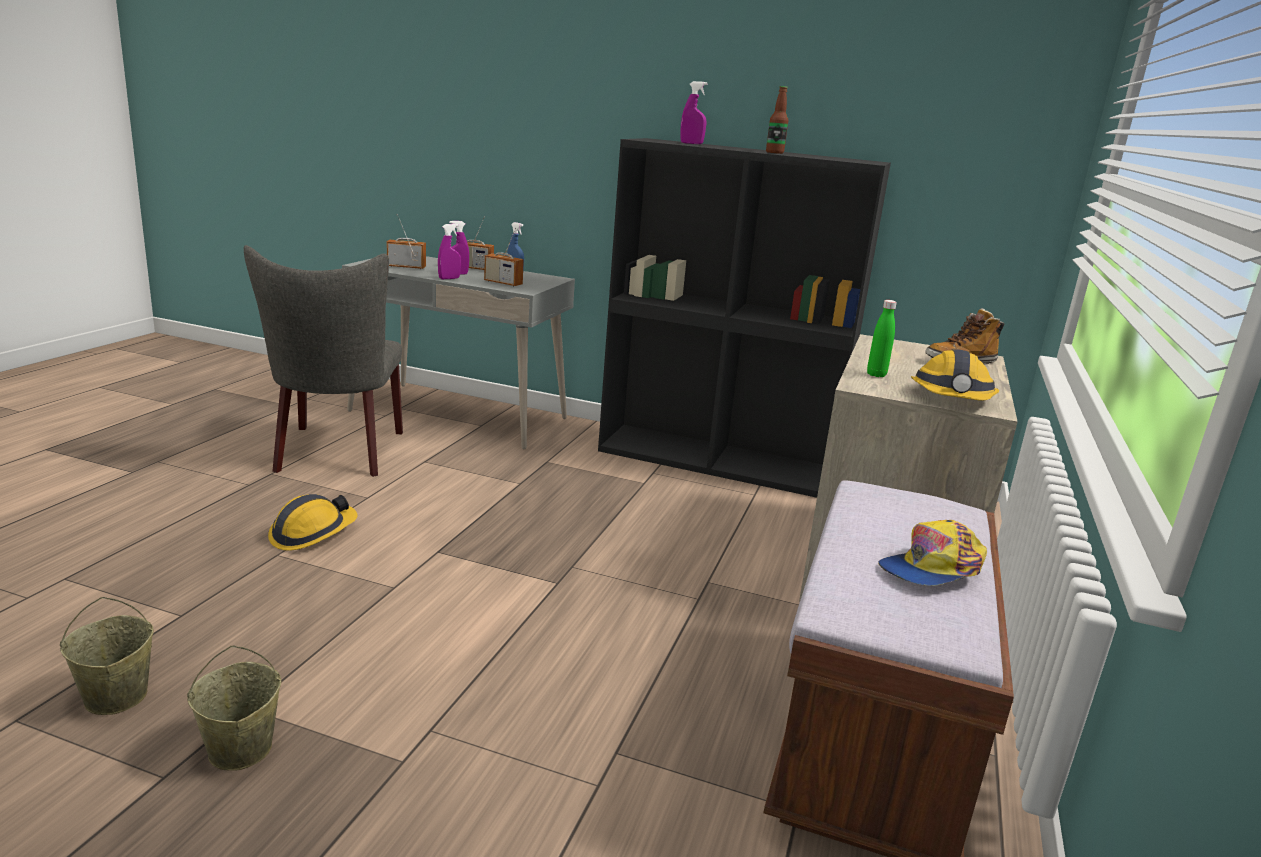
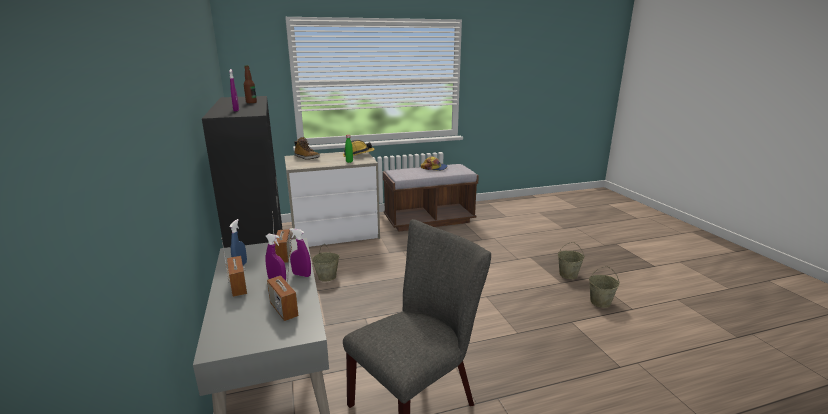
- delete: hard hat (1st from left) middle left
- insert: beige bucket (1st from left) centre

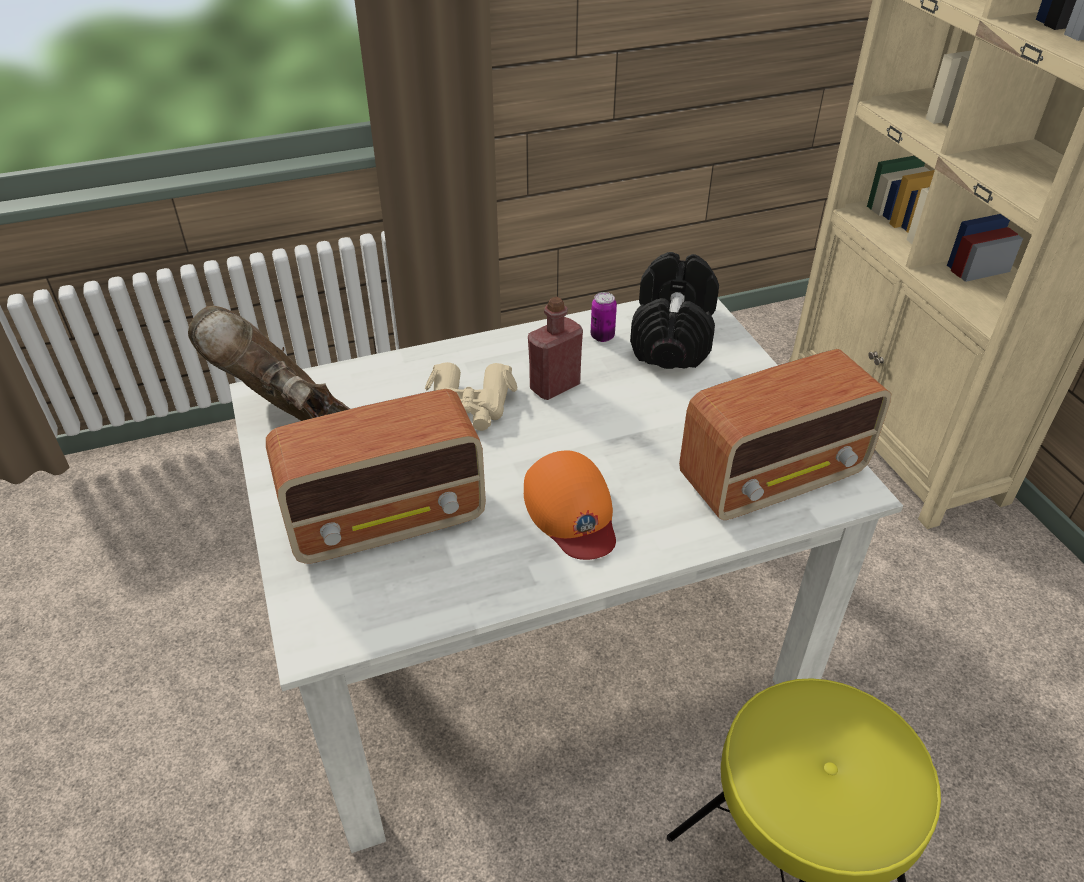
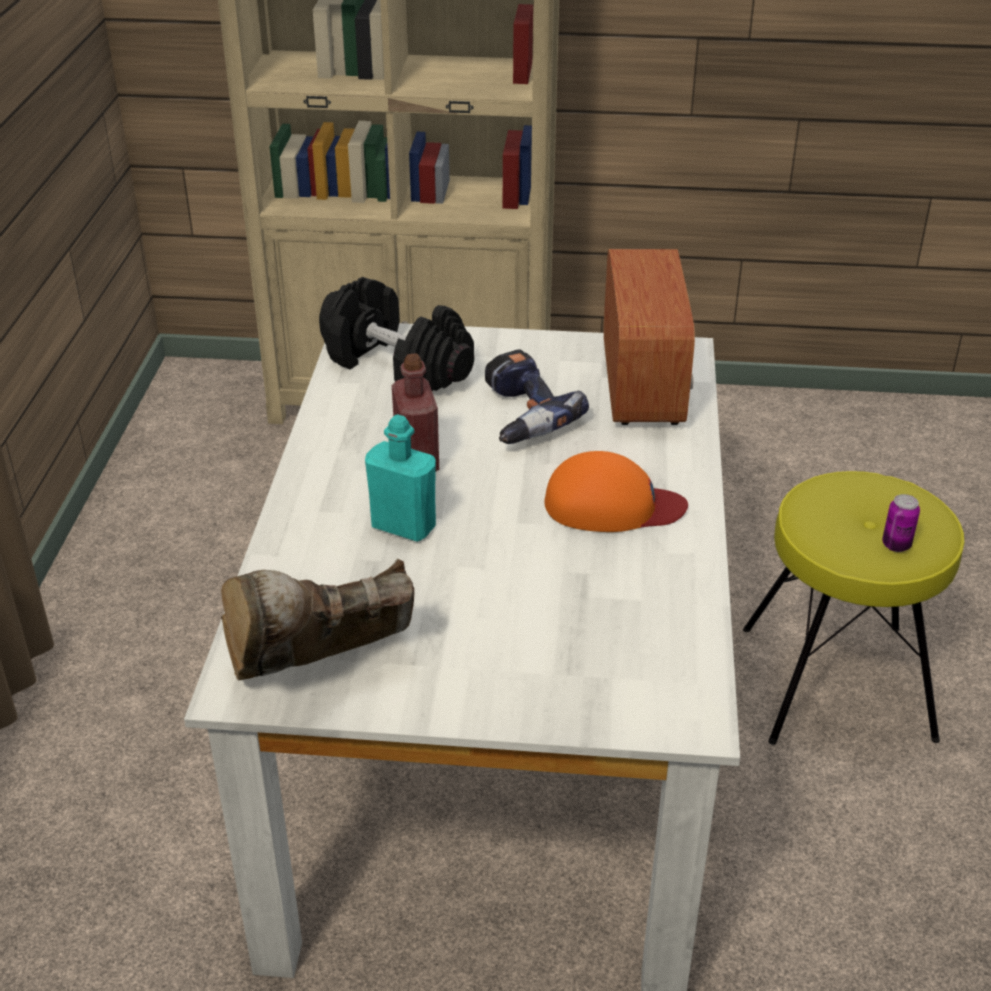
- delete: radio (1st from left) centre
- replace: beige binoculars centre to turquoise bottle centre
- move: can centre to middle right
- insert: power drill centre

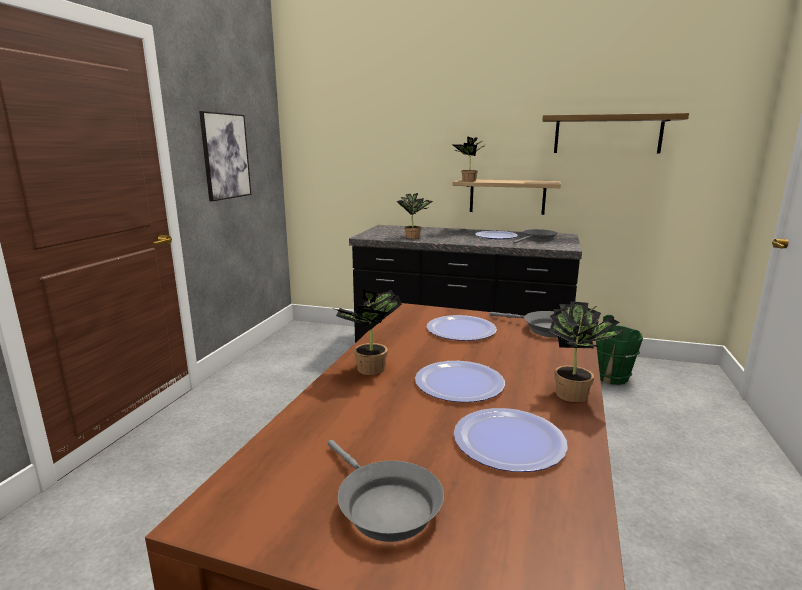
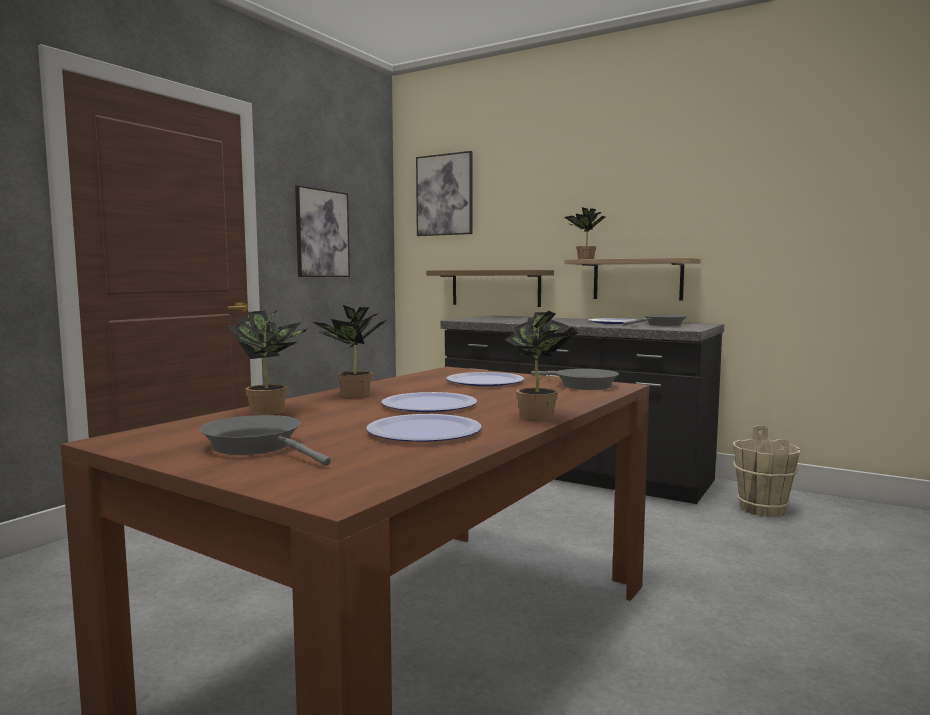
- rotate: grey frying pan (1st from left) bottom centre = middle left 150 degrees clockwise
- move: potted plant (2nd from left in the first image) centre to potted plant (1st from left) middle left
- move: shelf (2nd from left in the first image) top right to shelf (1st from left) centre
- recolor: green bucket middle right to beige bucket middle right
- insert: picture (2nd from left) top centre

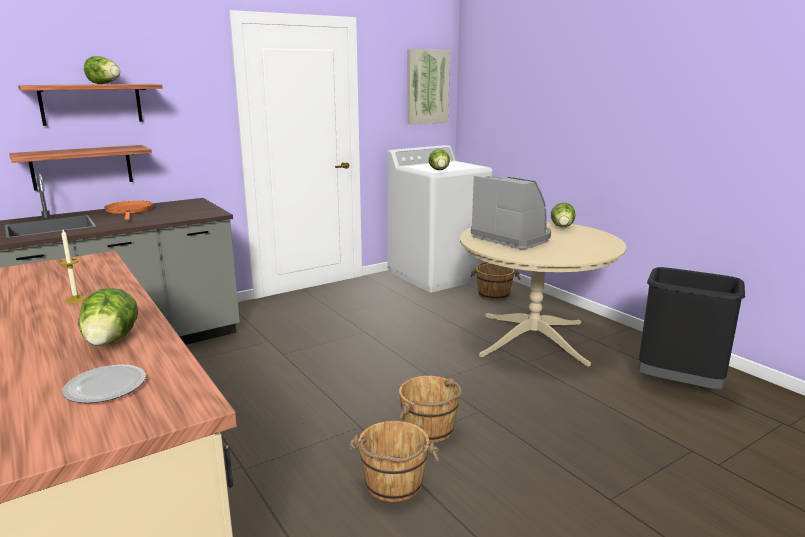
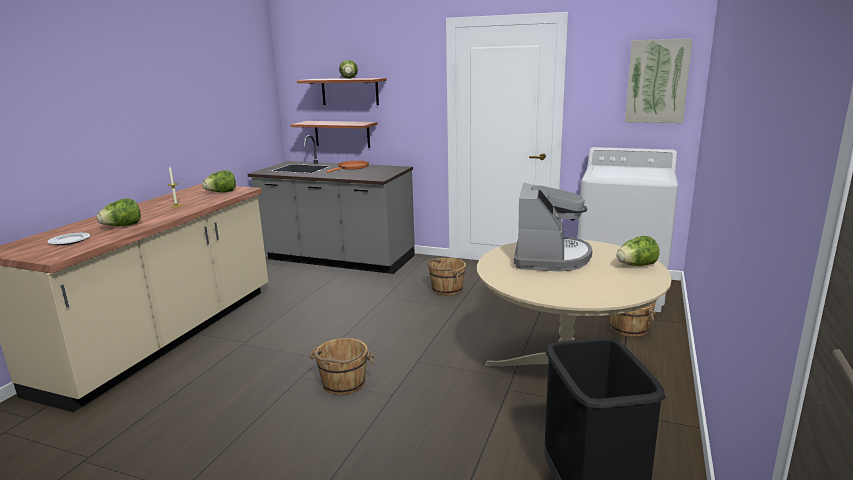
- move: brown bucket (1st from left in the first image) bottom centre to brown bucket (2nd from left) centre
- move: lettuce (3rd from left in the first image) top centre to lettuce (2nd from left) middle left

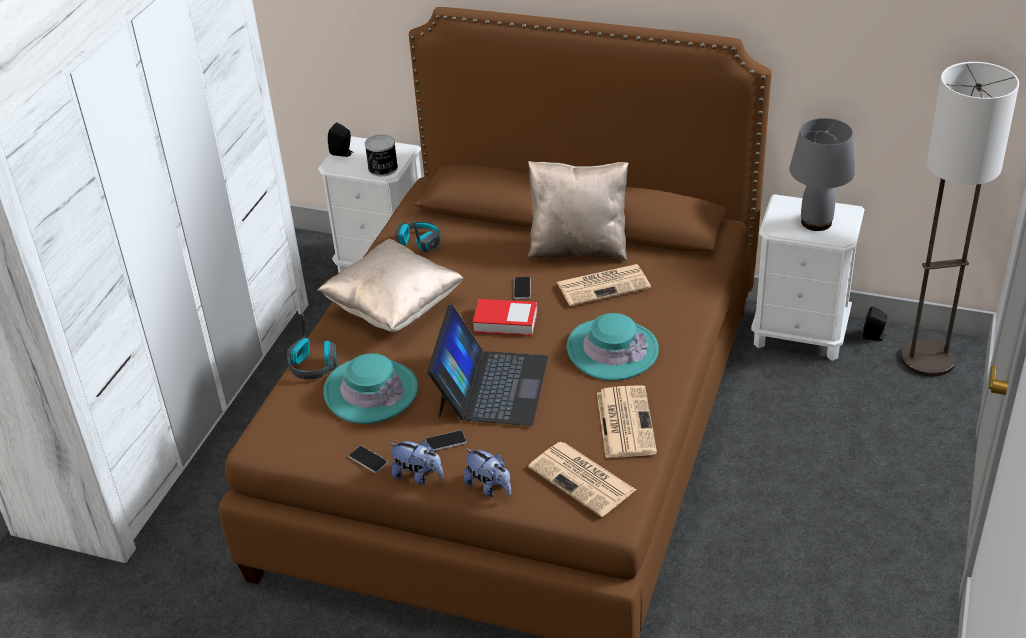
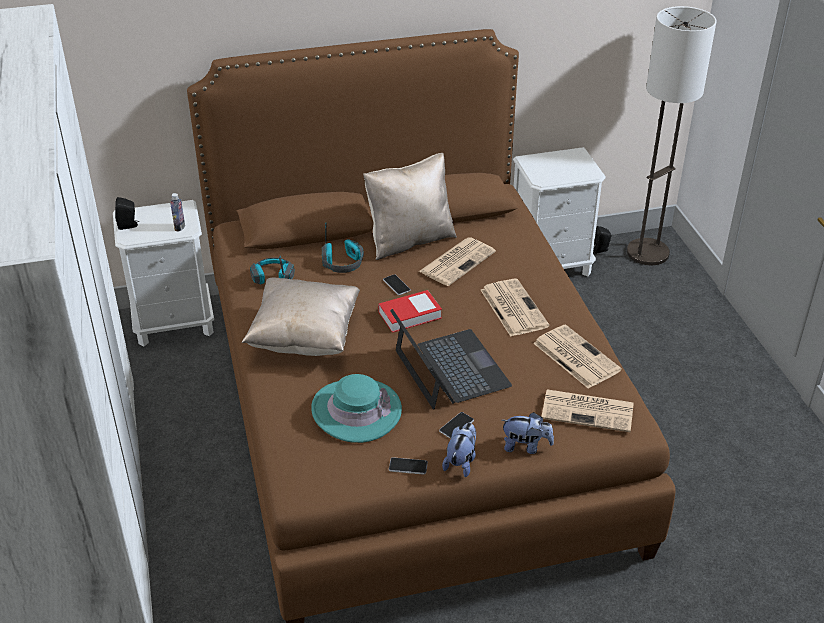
- move: headphones (1st from left in the first image) middle left to headphones (2nd from left) centre
- replace: can top centre to bottle middle left
- rotate: plush toy (1st from left) bottom centre = bottom centre 60 degrees counterclockwise
- replace: turquoise hat (2nd from left) centre to newspaper (2nd from left) centre
- delete: grey table lamp top right

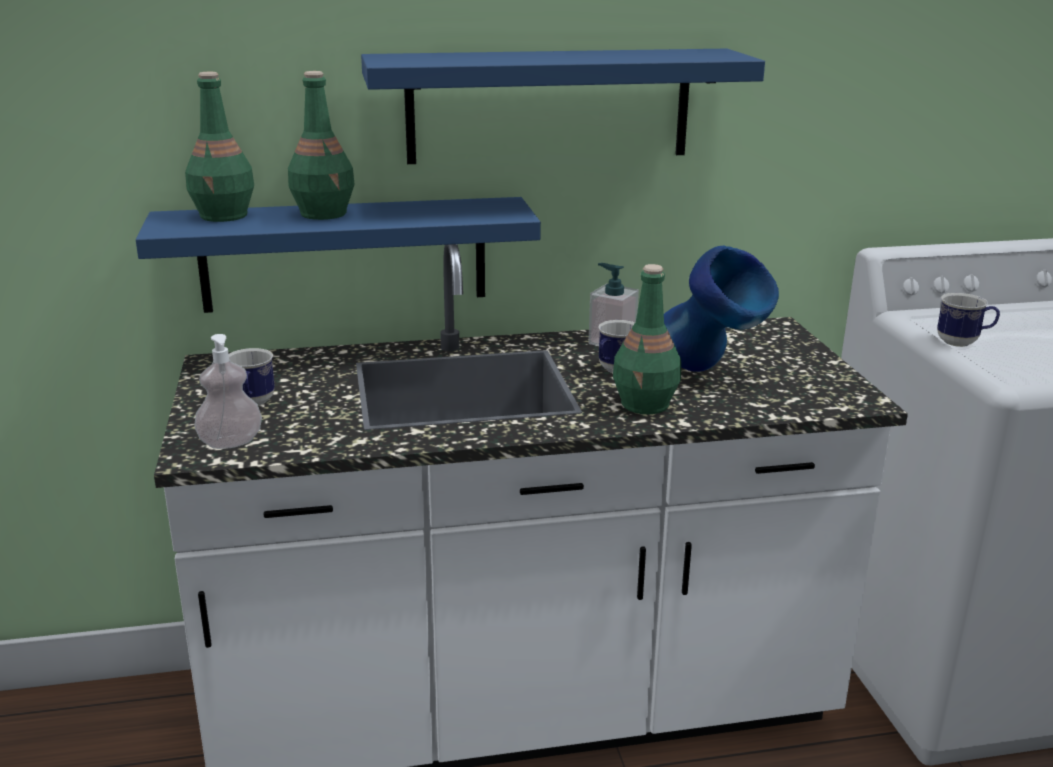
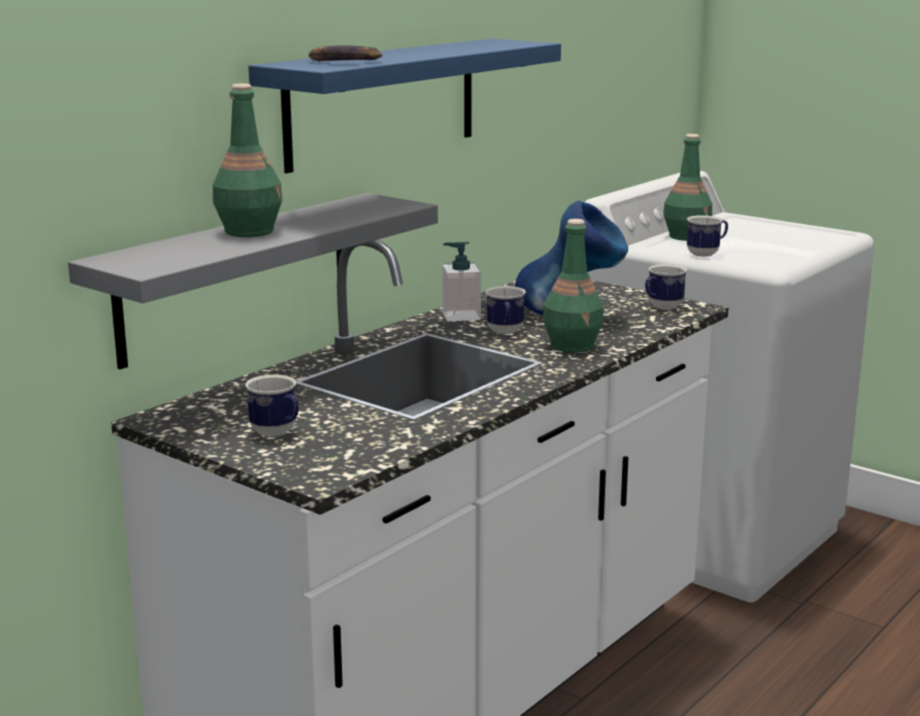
- recolor: blue shelf (1st from left) top left to grey shelf middle left
- move: green bottle (1st from left in the first image) top left to green bottle (3rd from left) top right
- delete: soap dispenser (1st from left) middle left
- insert: banana top centre
- insert: mug (3rd from left) middle right

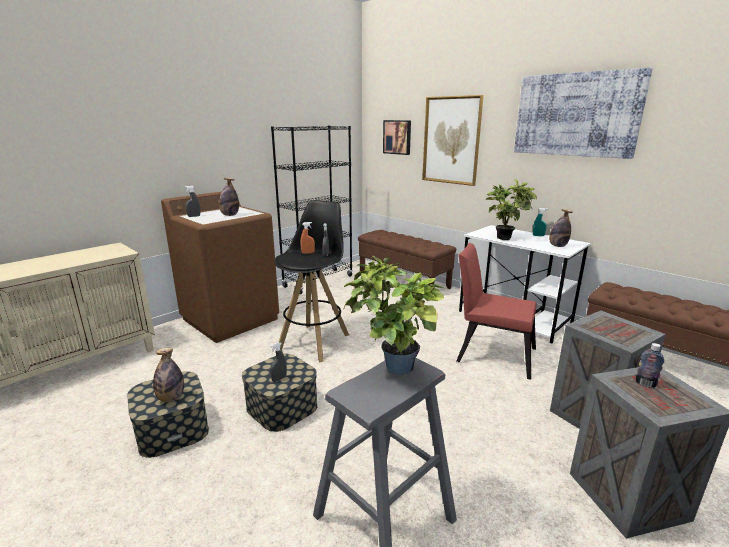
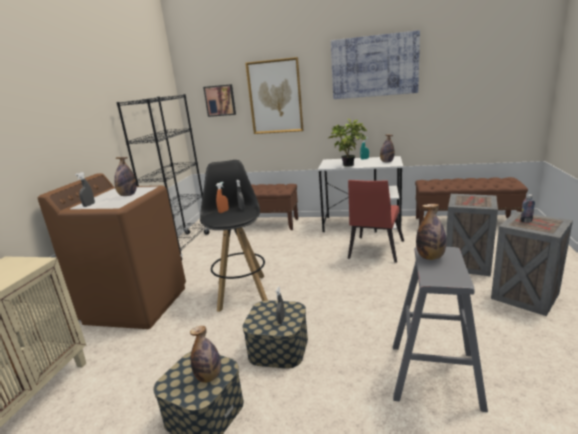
- replace: potted plant (1st from left) centre to bottle (4th from left) middle right
- rotate: red chair middle right = centre 60 degrees counterclockwise

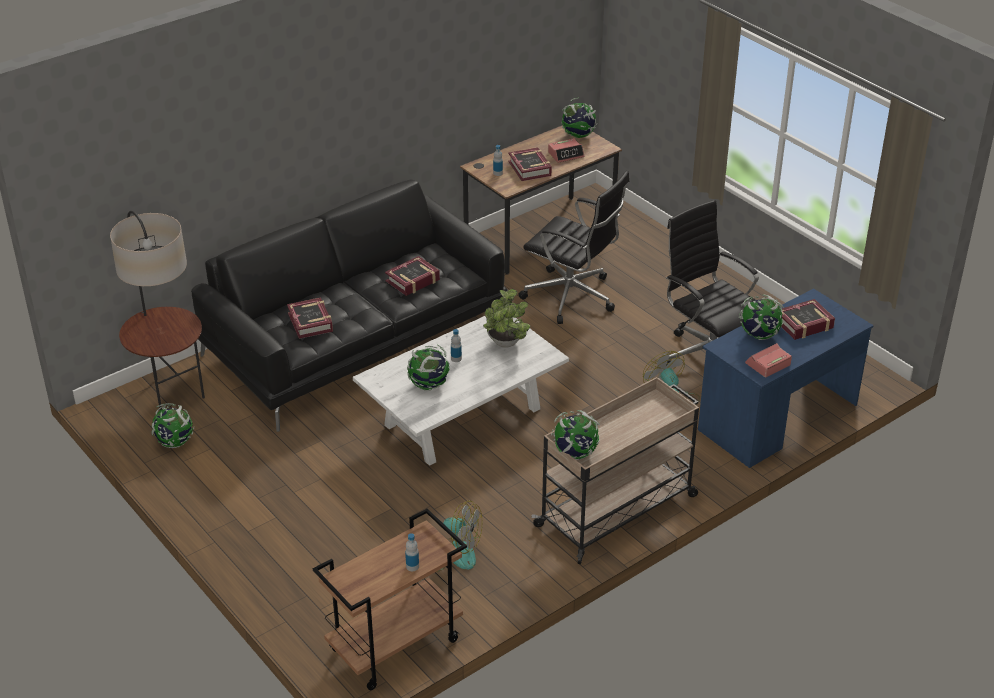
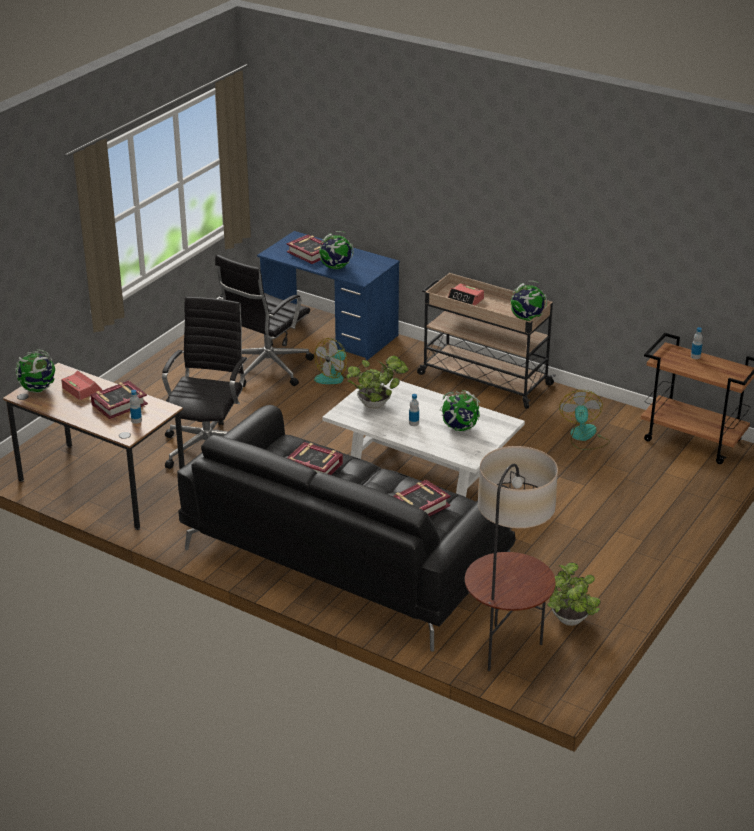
- replace: globe (1st from left) middle left to potted plant (2nd from left) bottom right
- move: alarm clock (2nd from left) middle right to centre

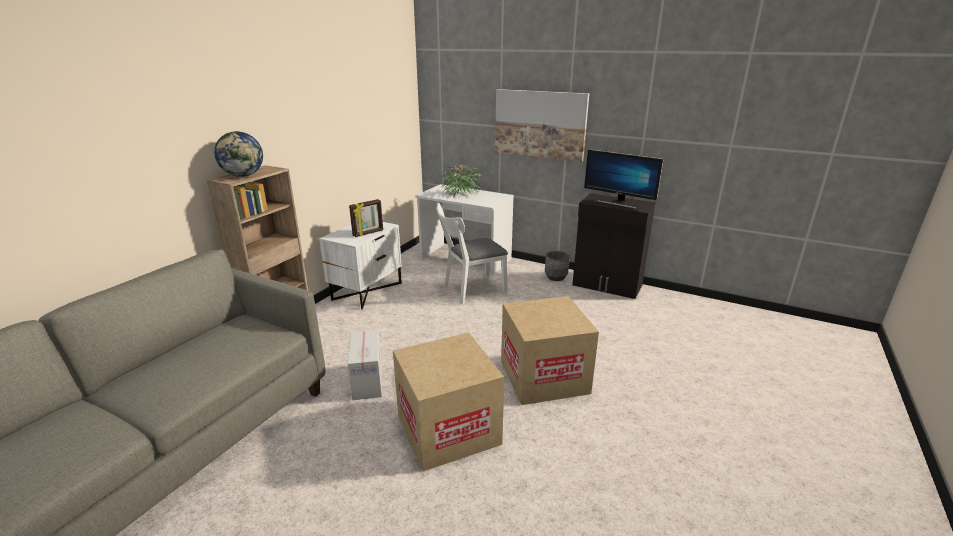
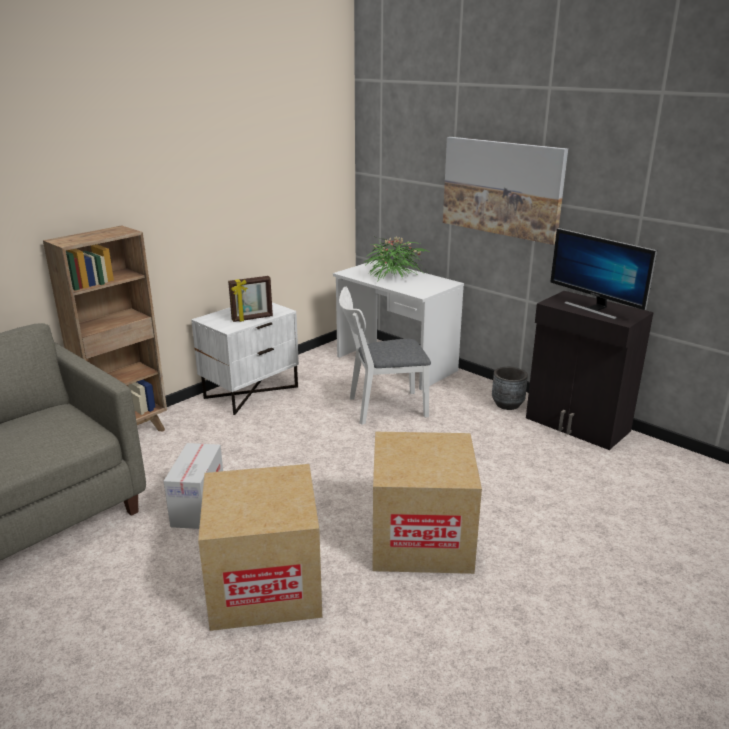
- delete: globe top left

